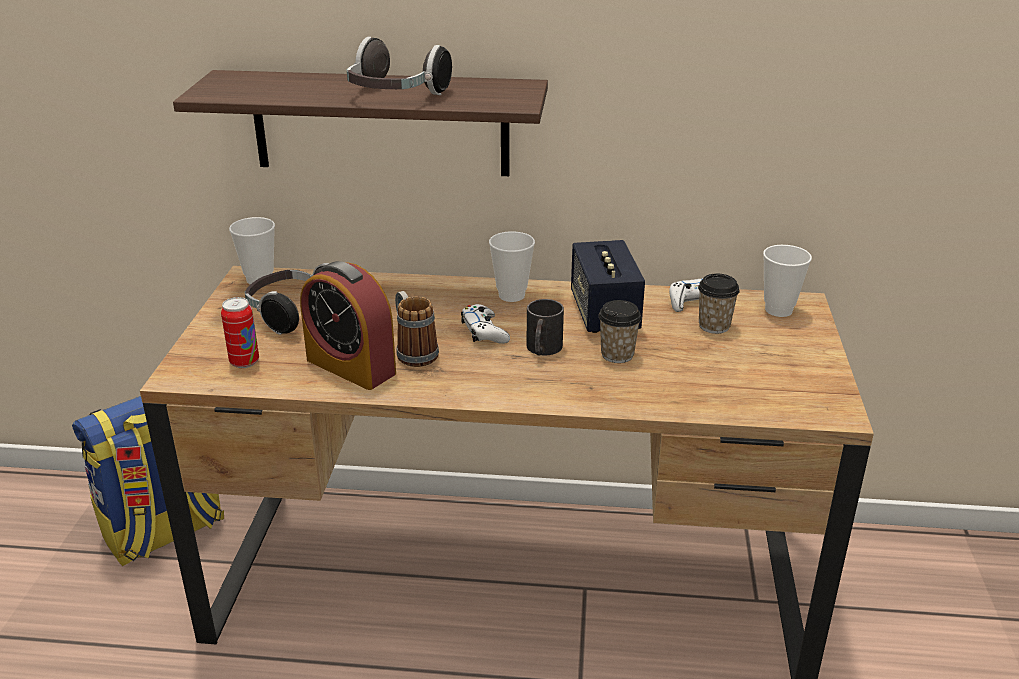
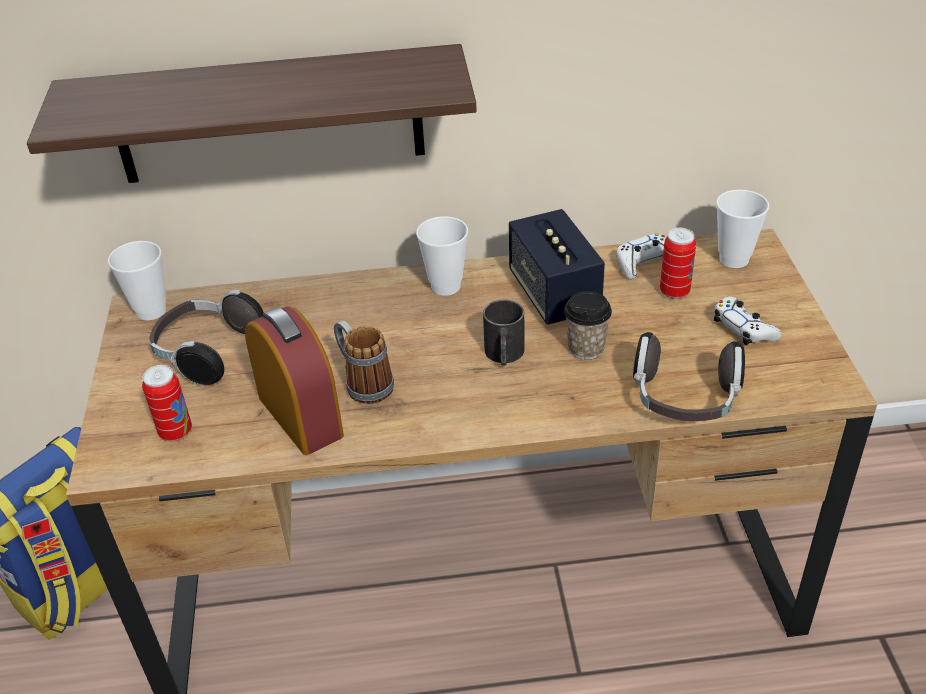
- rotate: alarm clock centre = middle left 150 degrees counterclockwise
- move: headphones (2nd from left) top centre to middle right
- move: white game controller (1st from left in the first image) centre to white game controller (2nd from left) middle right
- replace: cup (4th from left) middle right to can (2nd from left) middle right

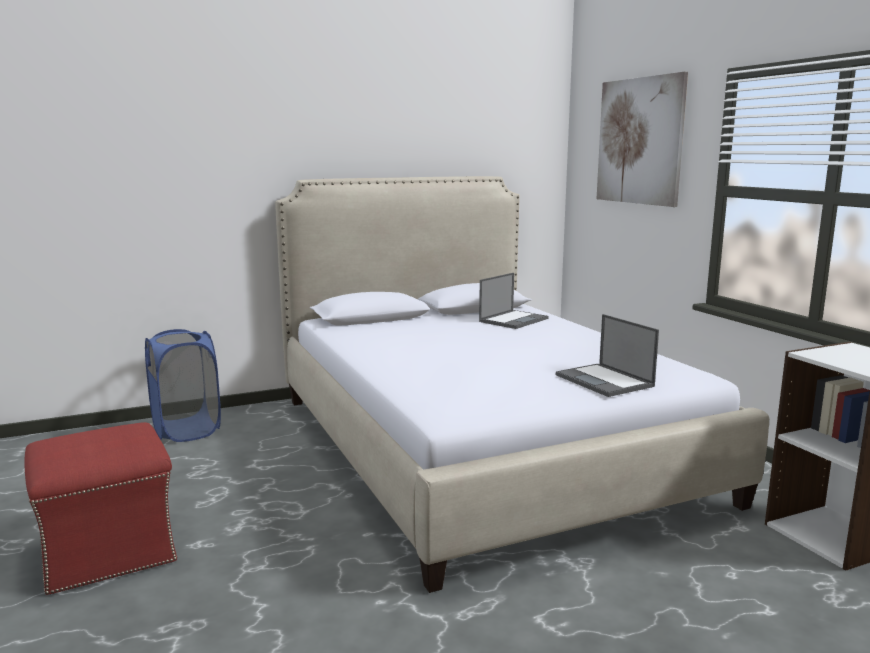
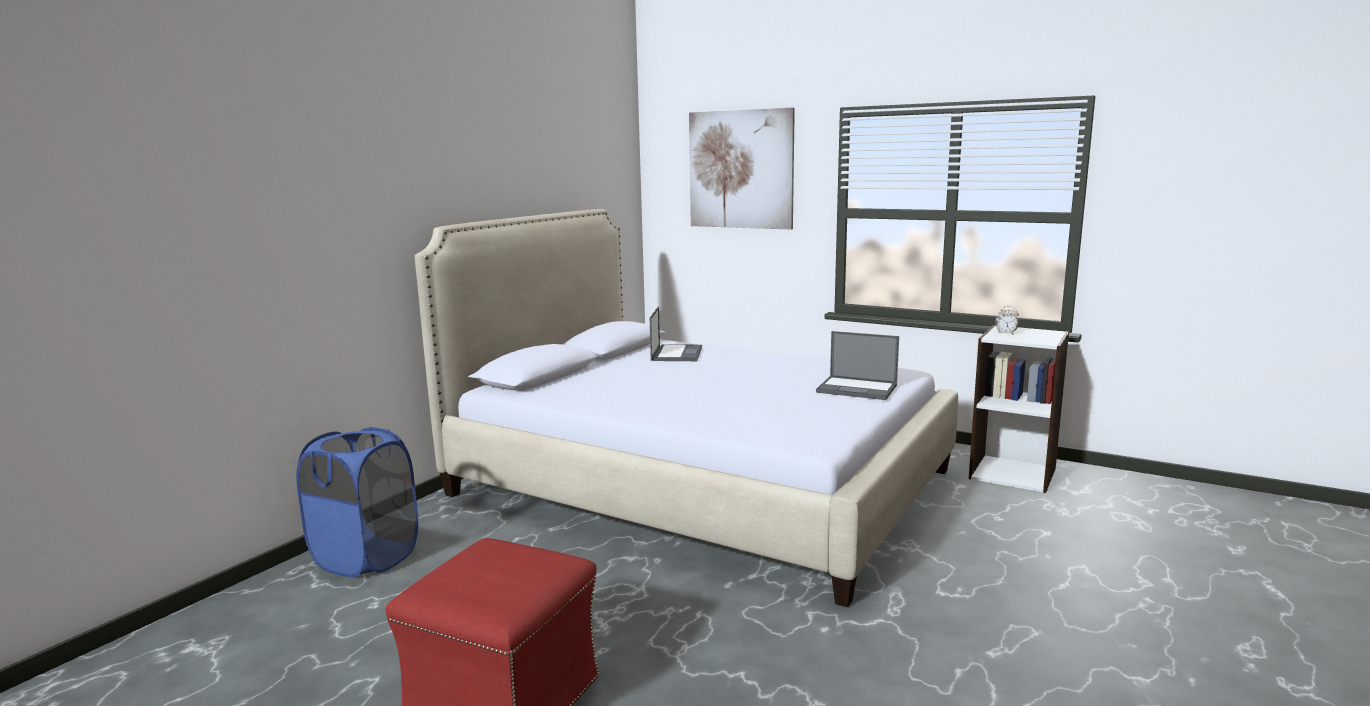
- insert: alarm clock middle right

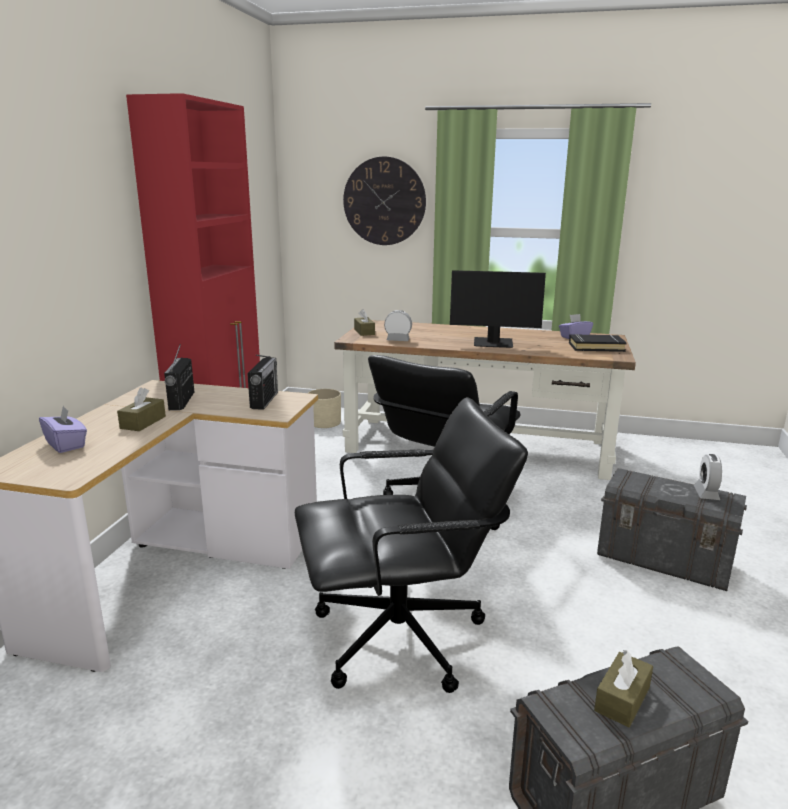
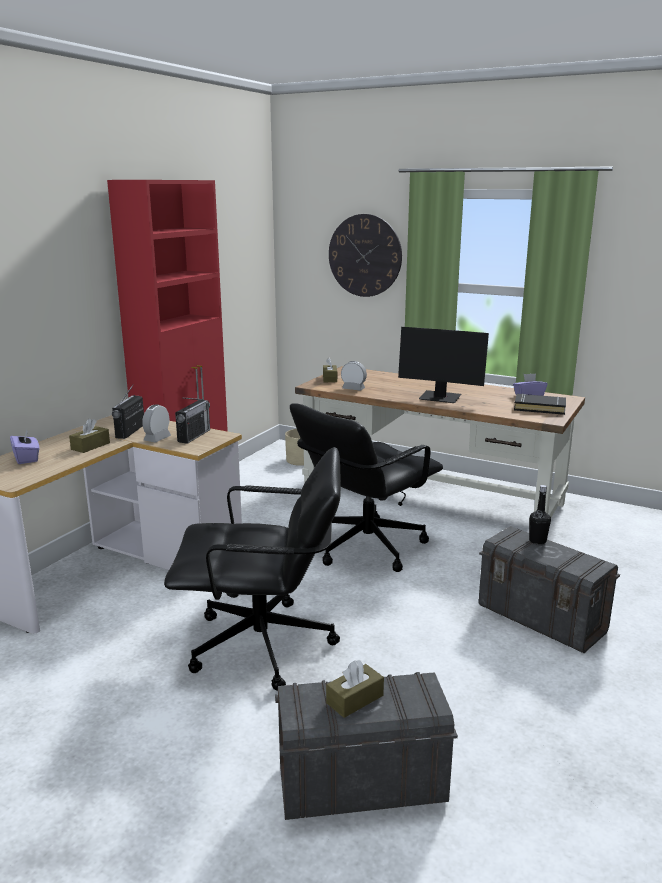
- move: alarm clock (2nd from left in the first image) middle right to alarm clock (1st from left) middle left
- insert: black bottle middle right

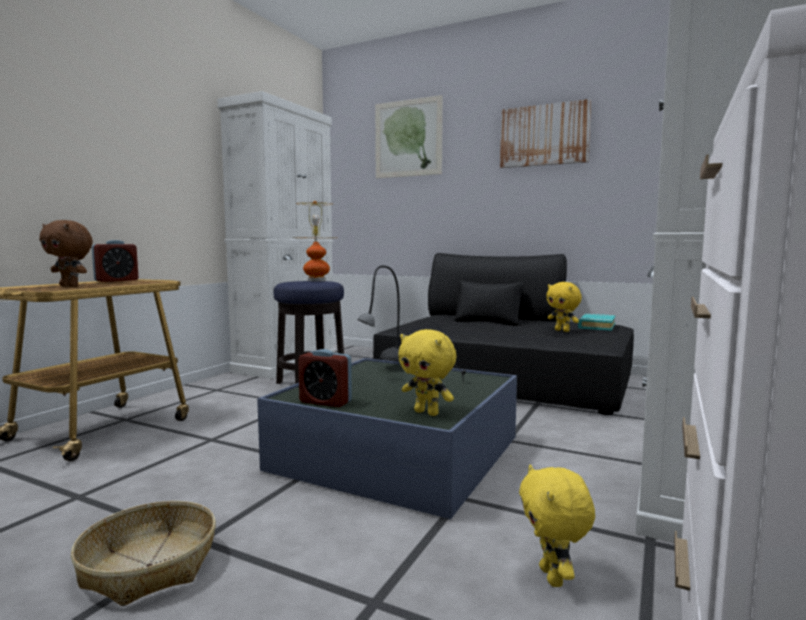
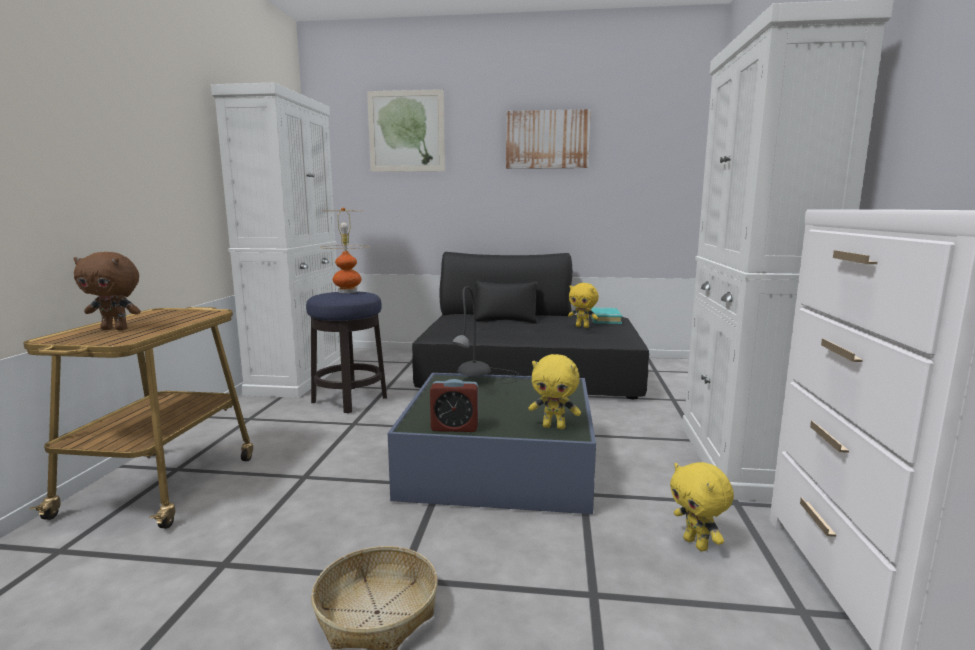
- delete: alarm clock (1st from left) middle left

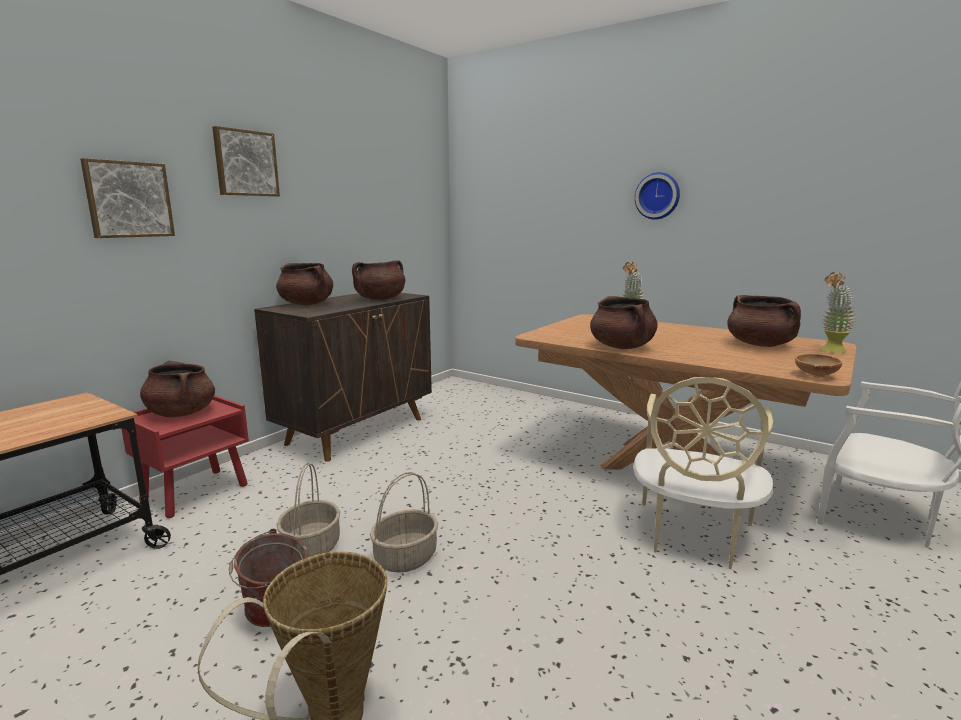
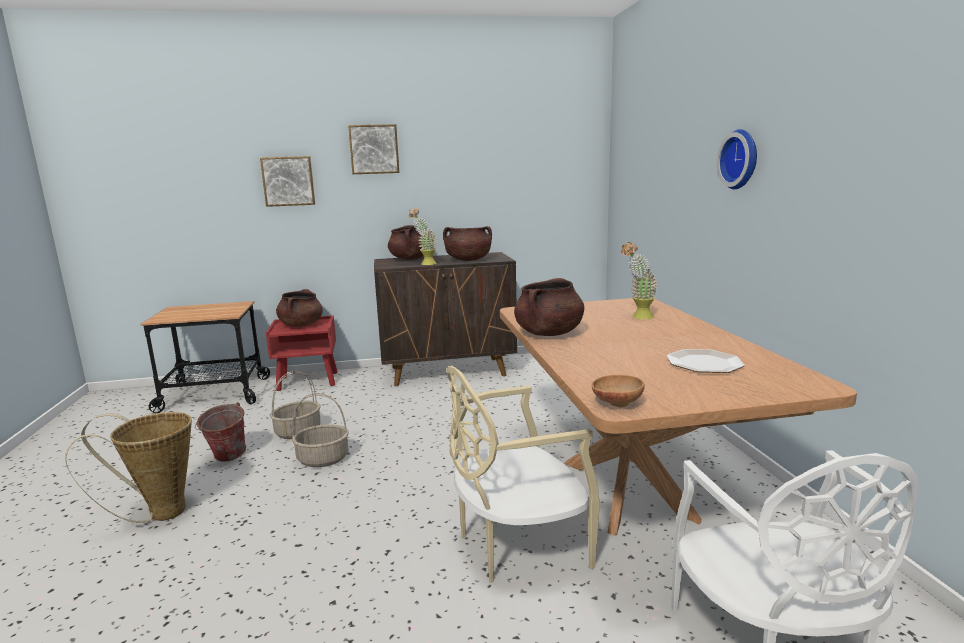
- replace: brown cooking pot (5th from left) middle right to plate middle right
- move: potted plant (2nd from left in the first image) middle right to potted plant (1st from left) centre

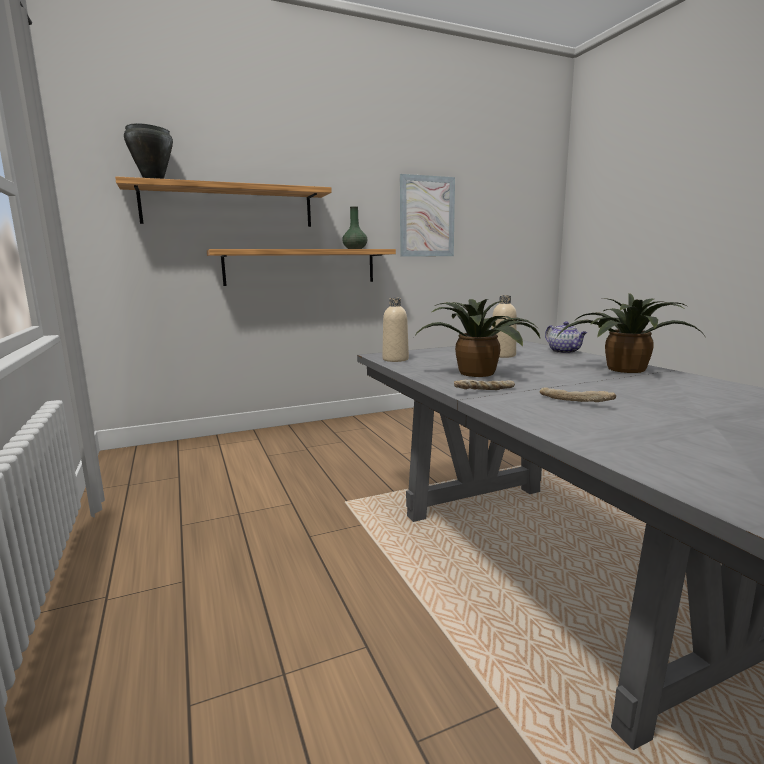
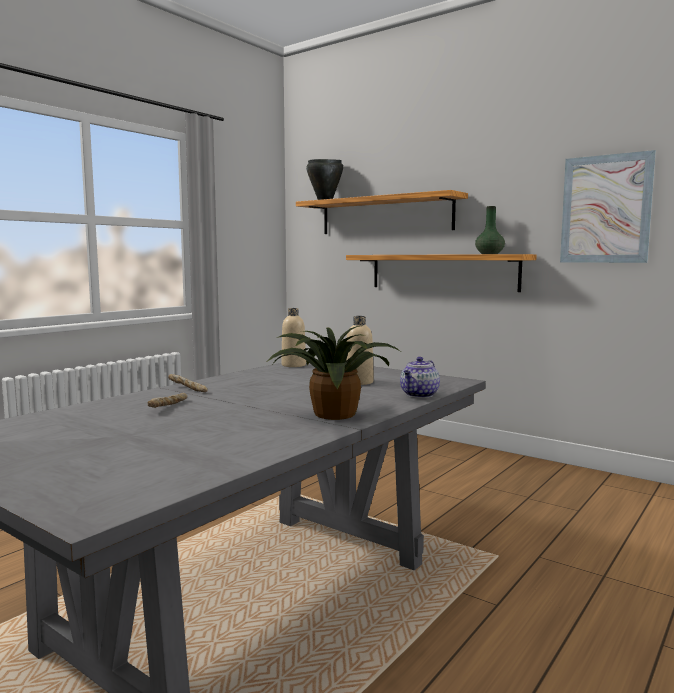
- delete: potted plant (1st from left) centre

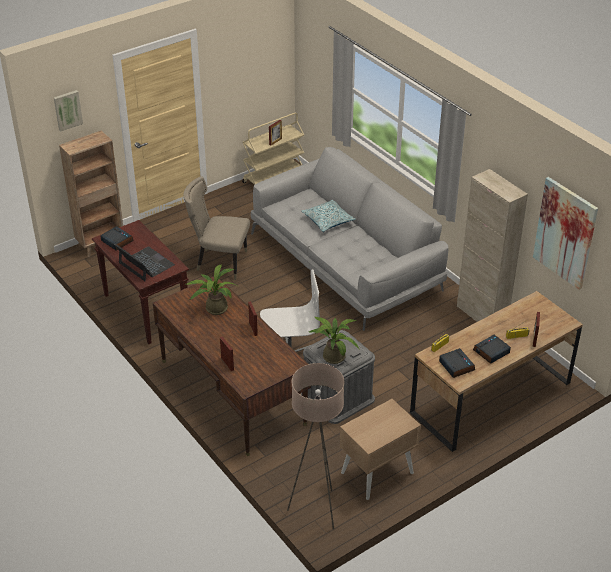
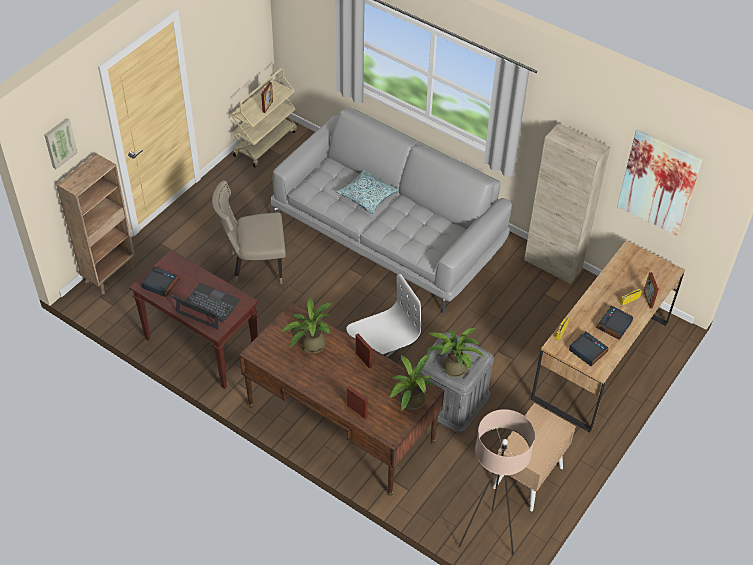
- insert: potted plant (2nd from left) bottom centre

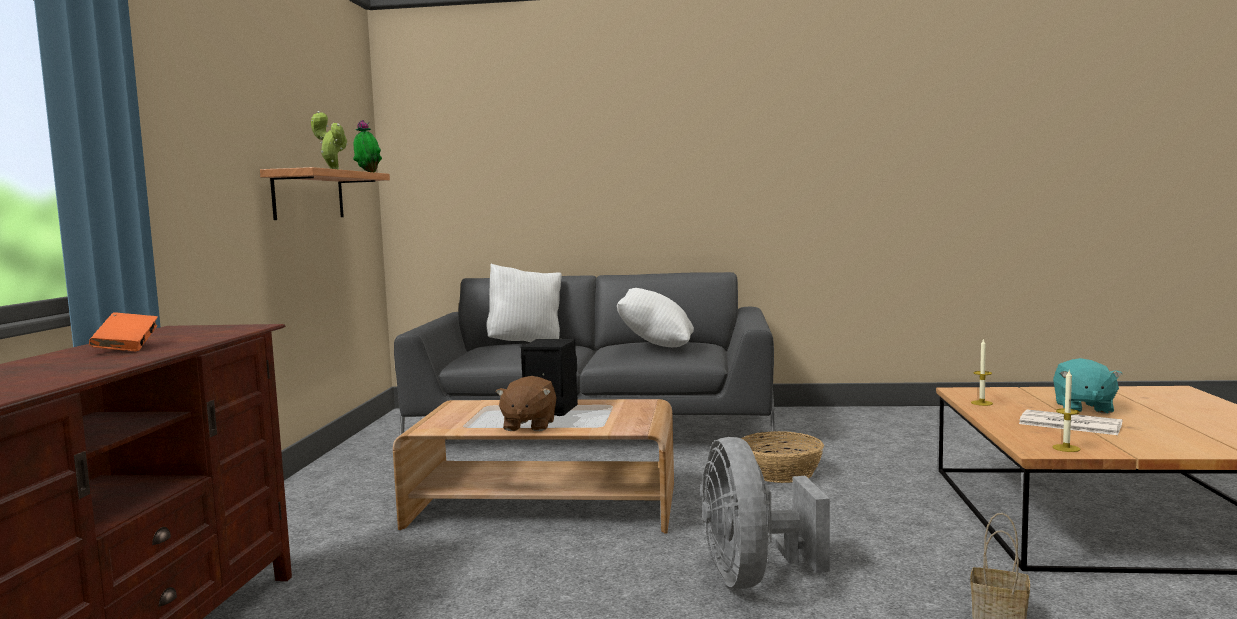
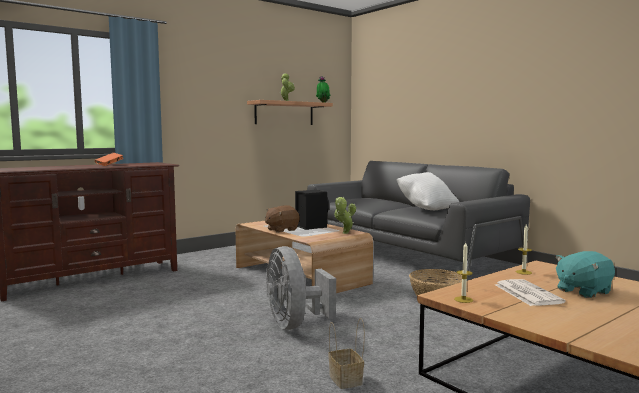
- delete: white pillow (1st from left) centre
- rotate: grey fan bottom centre = bottom centre 60 degrees counterclockwise
- insert: potted plant (3rd from left) centre

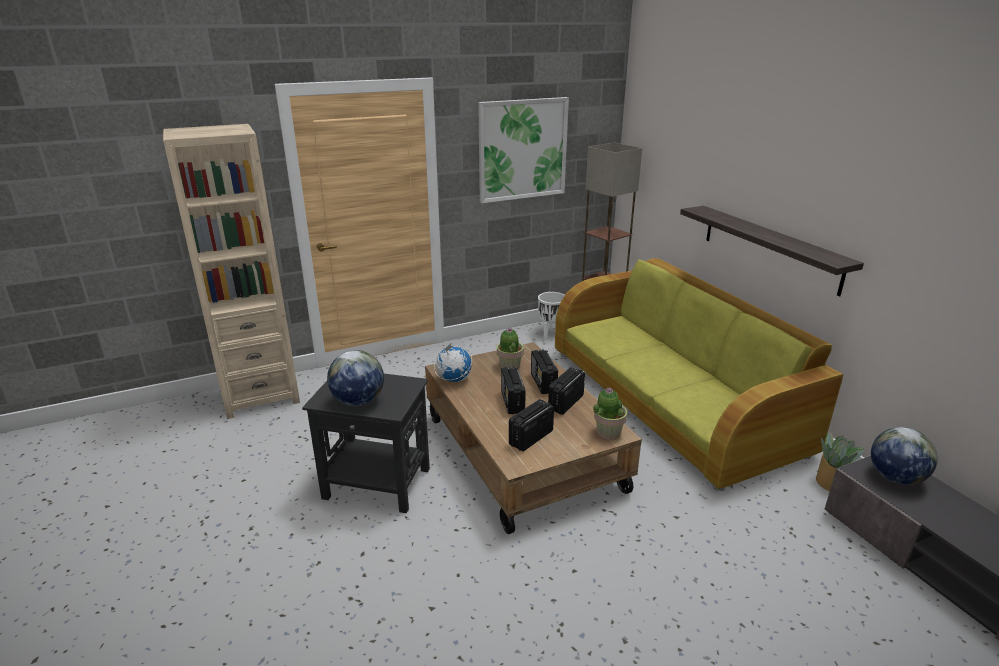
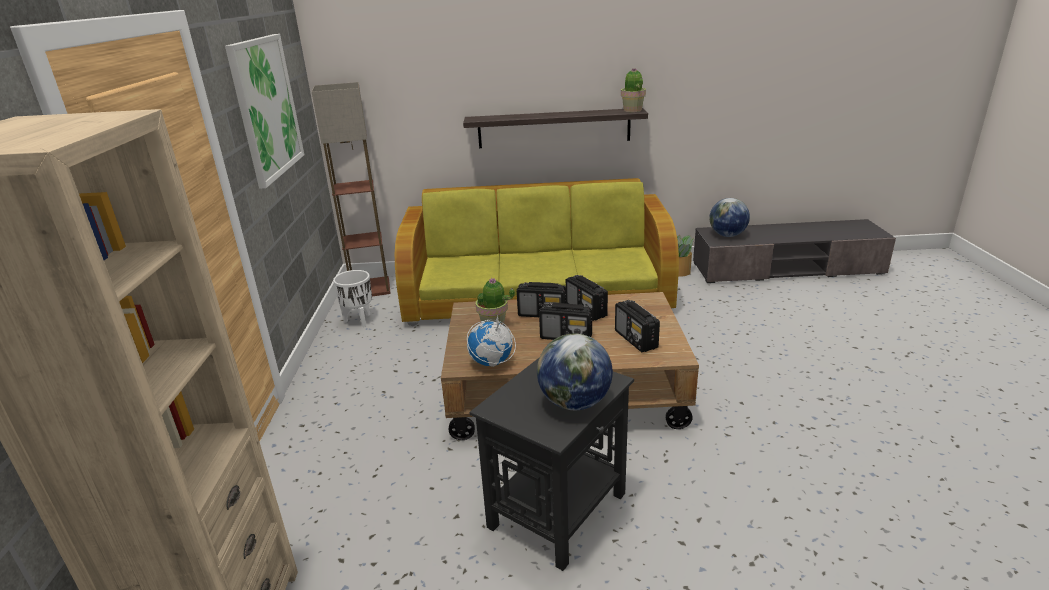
- move: potted plant (2nd from left) centre to top centre

